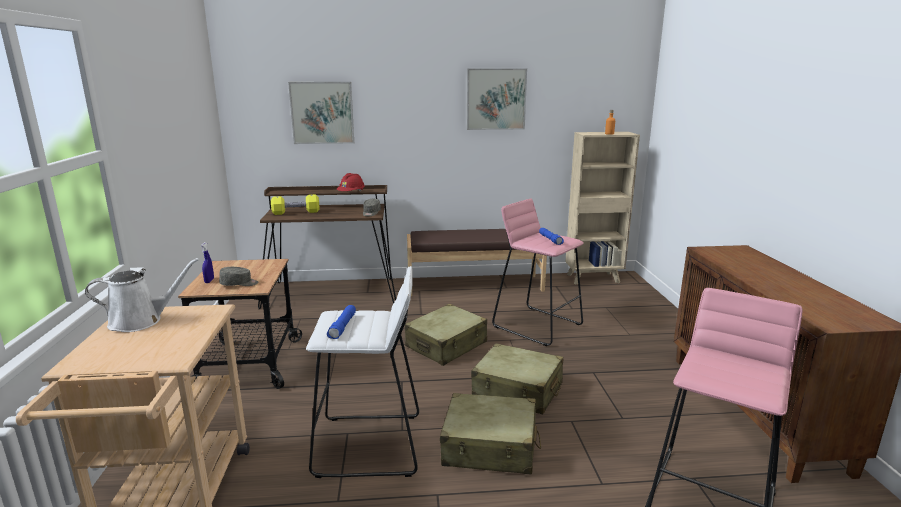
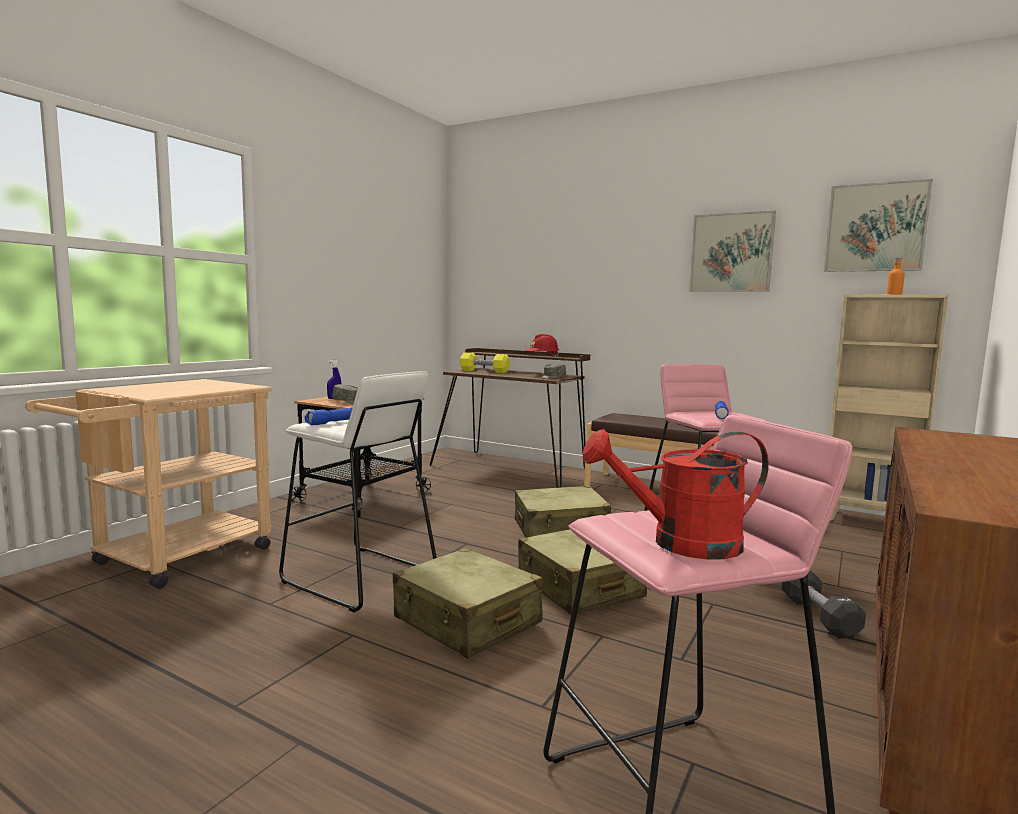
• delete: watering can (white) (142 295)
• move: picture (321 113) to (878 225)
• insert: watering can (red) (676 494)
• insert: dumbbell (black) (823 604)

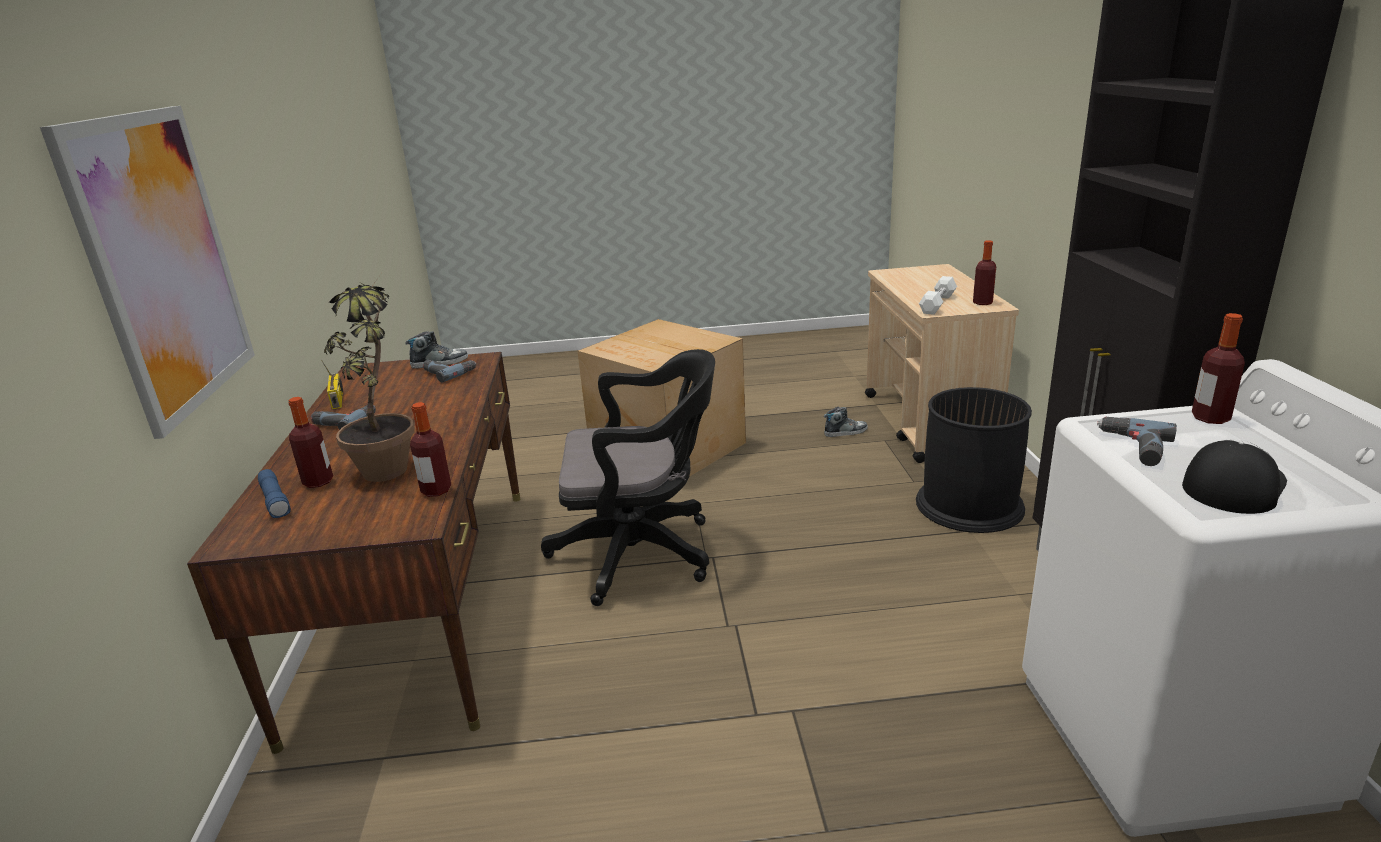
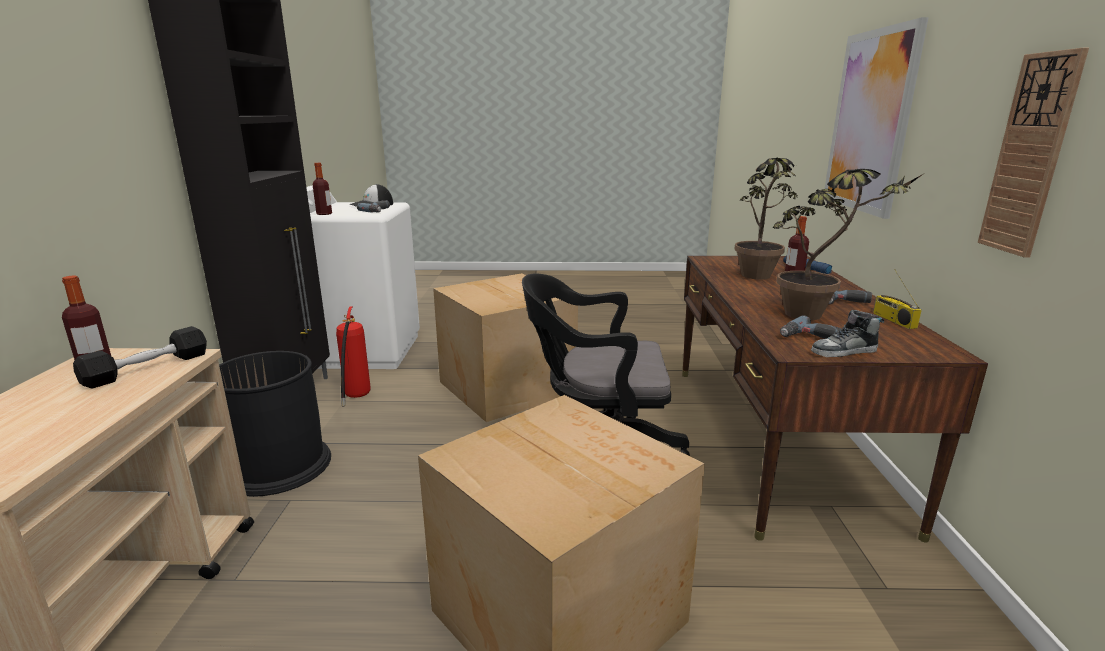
• delete: bottle (431 449)
• delete: shoe (846 422)
• recolor: dumbbell (white) (938 295) to dumbbell (black) (140 357)
• insert: fire extinguisher (353 356)
• insert: cardboard box (505 347)
• insert: potted plant (848 244)
• insert: wall clock (1033 153)

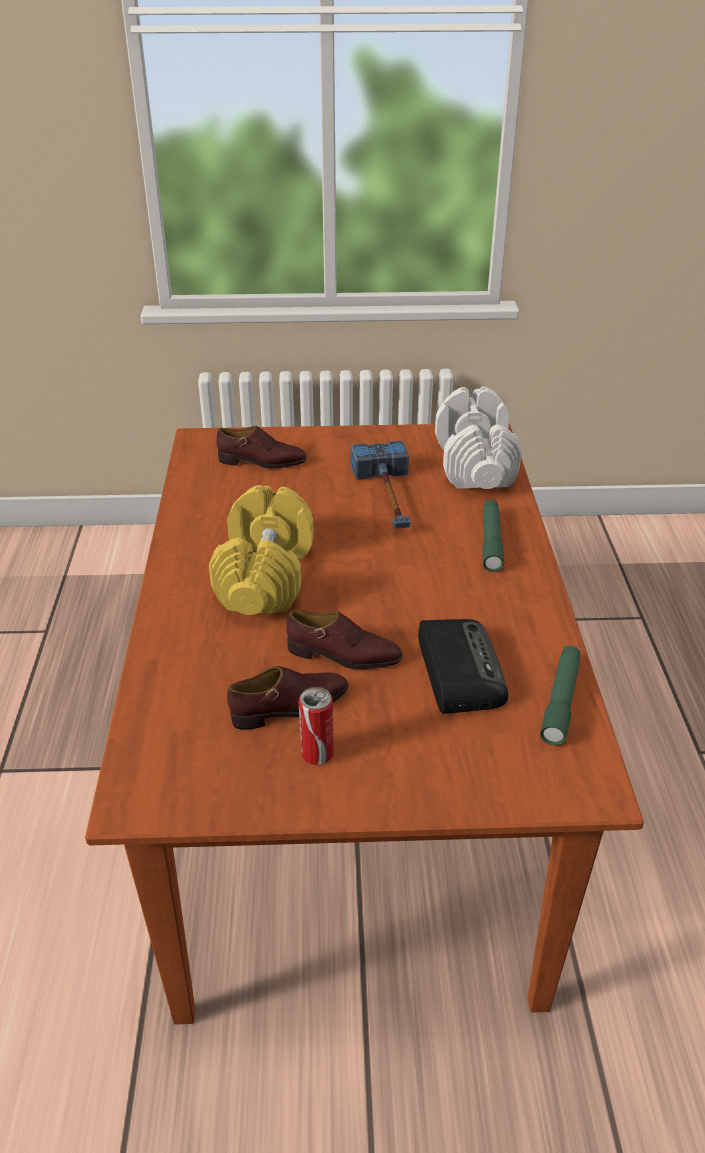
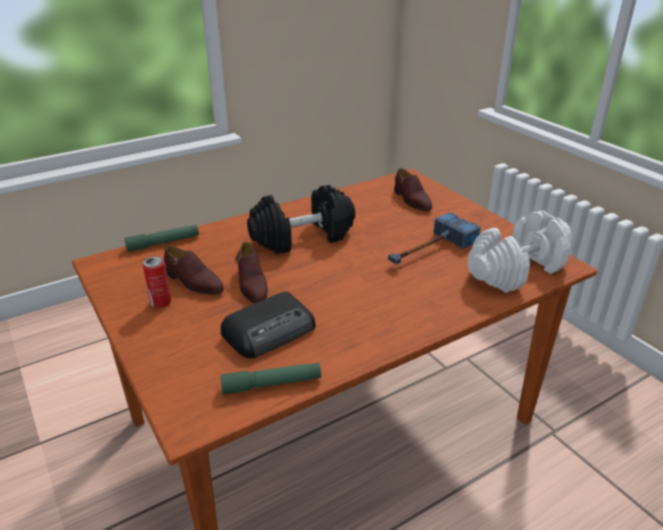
• recolor: dumbbell (yellow) (261 550) to dumbbell (black) (301 219)
• move: flashlight (green) (493 535) to (161 238)

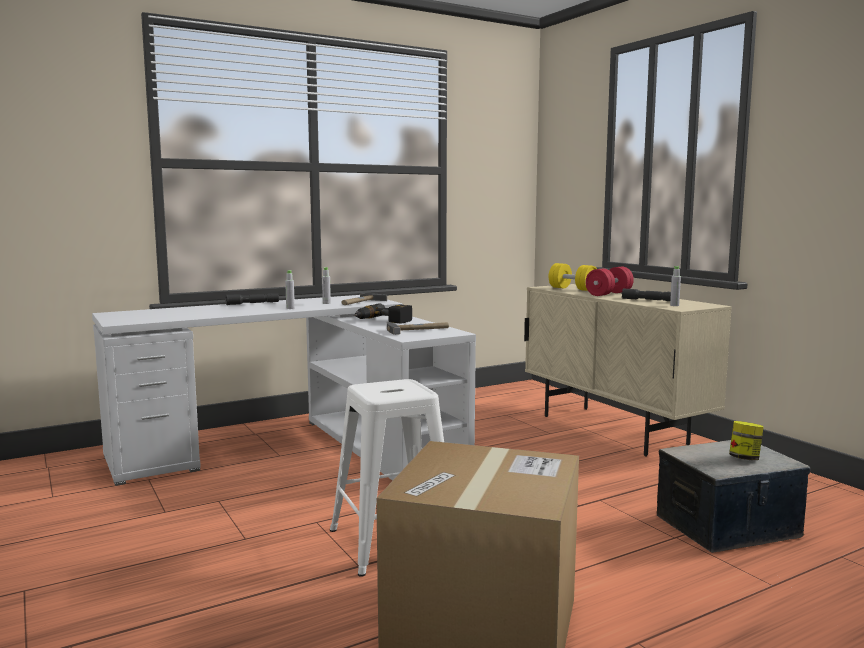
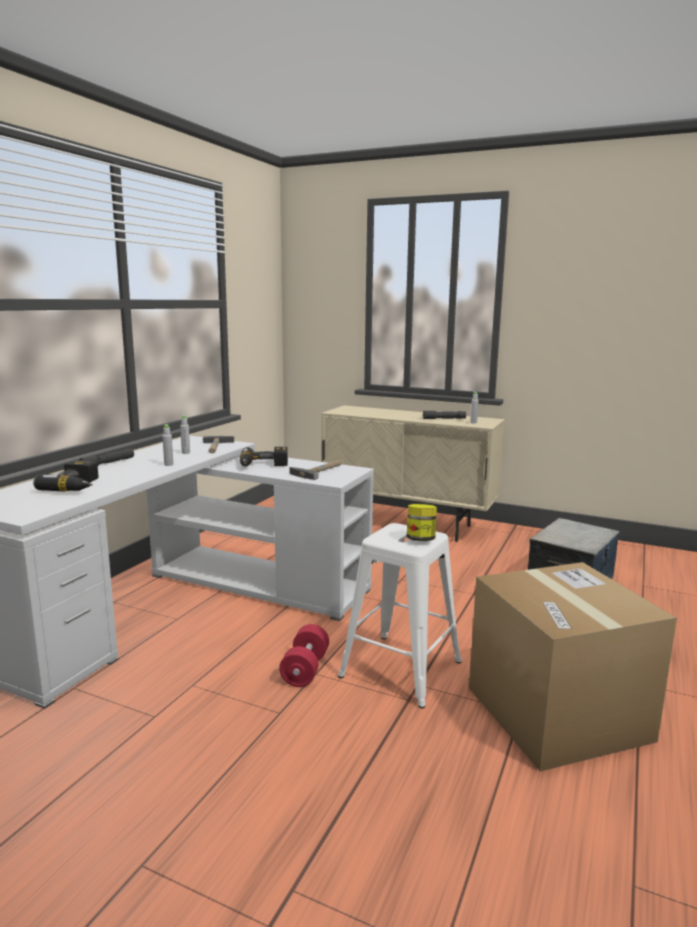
• delete: dumbbell (yellow) (573 277)
• move: dumbbell (red) (610 281) to (304 655)
• move: jar (746 440) to (422 522)
• insert: power drill (65 476)

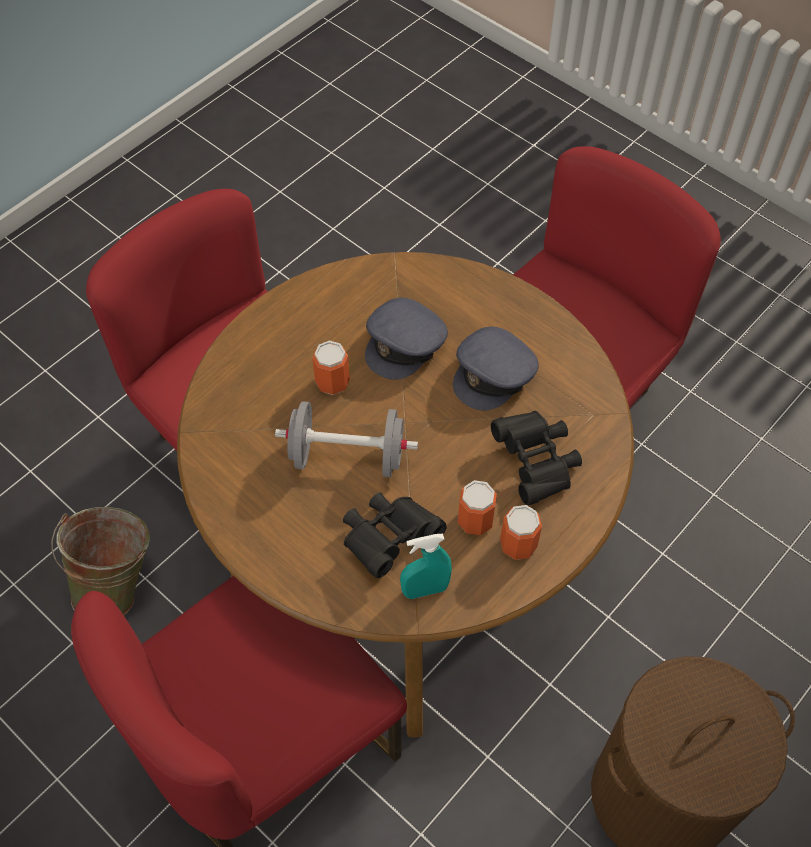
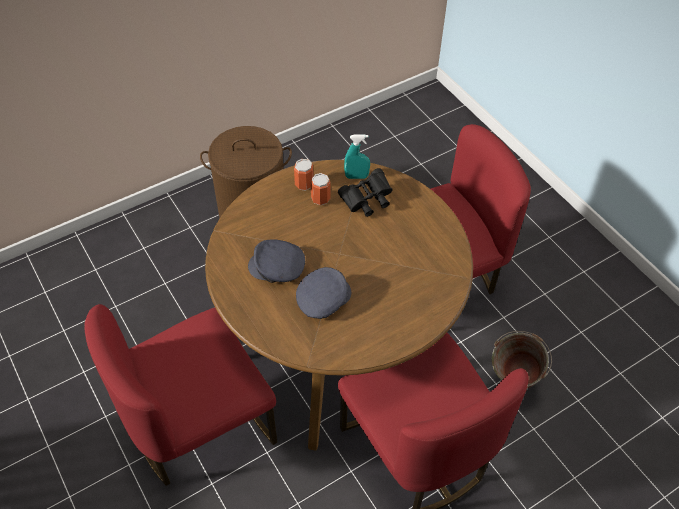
• delete: dumbbell (grey) (346 439)
• delete: can (331 367)
• rotate: cap (grey) (496 368) = (276 261) 135 degrees counterclockwise
• delete: binoculars (black) (536 458)

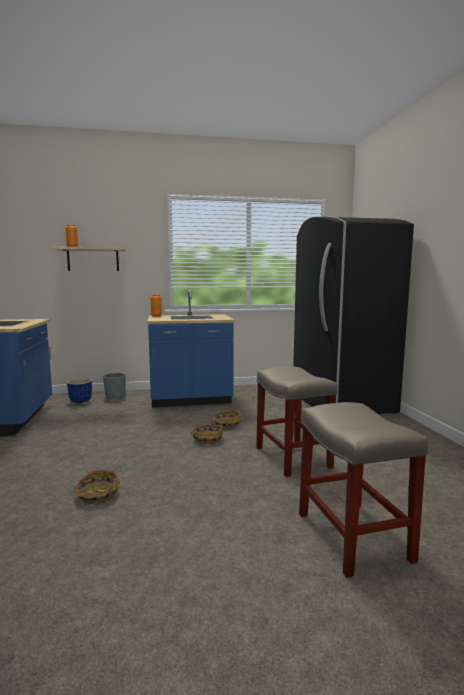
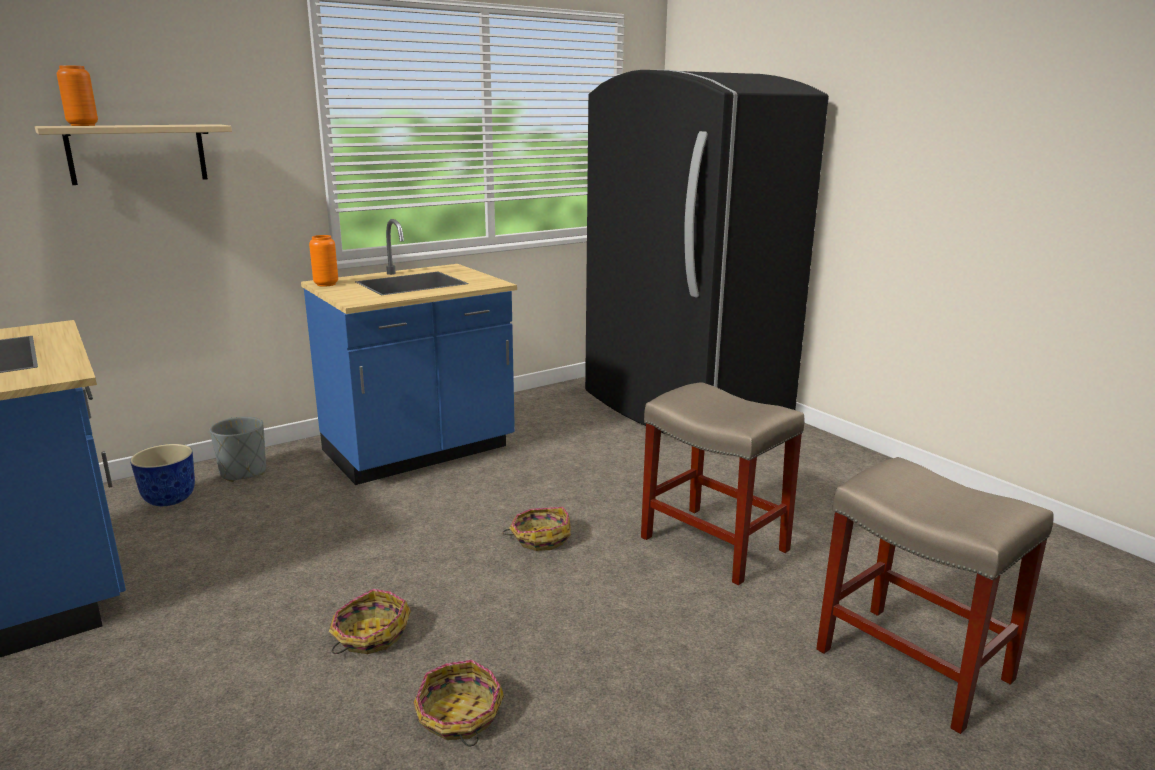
• move: basket (227 419) to (370 621)

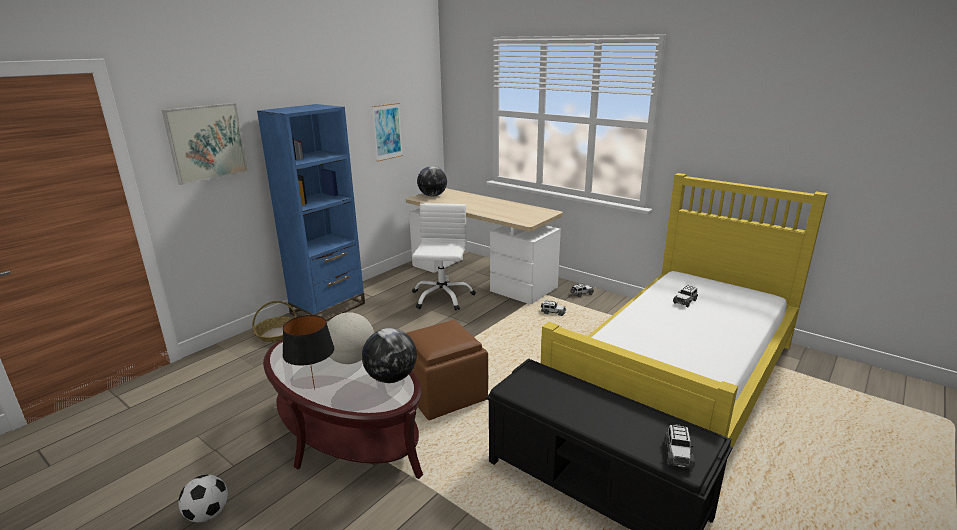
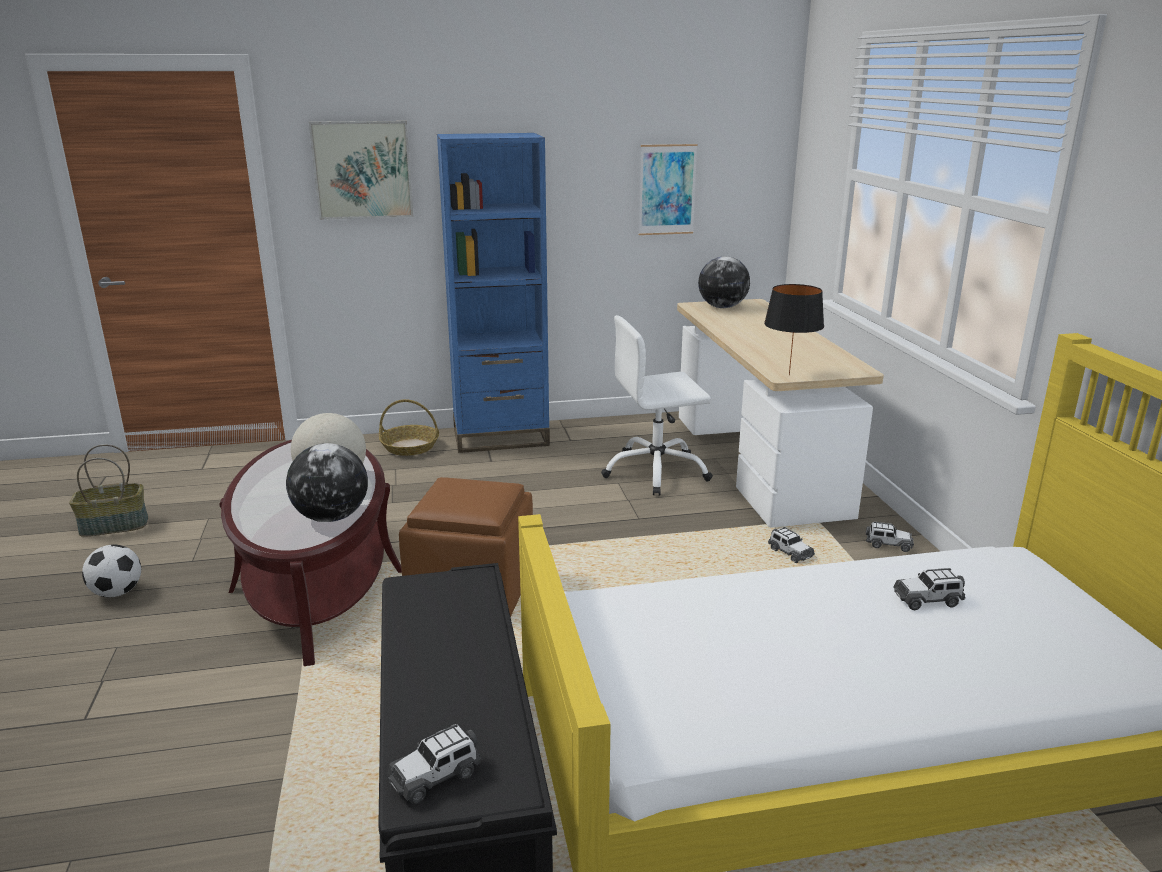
• move: table lamp (black) (308 352) to (794 329)
• rotate: office chair (white) (444 257) = (657 405) 150 degrees counterclockwise
• insert: basket (108 490)

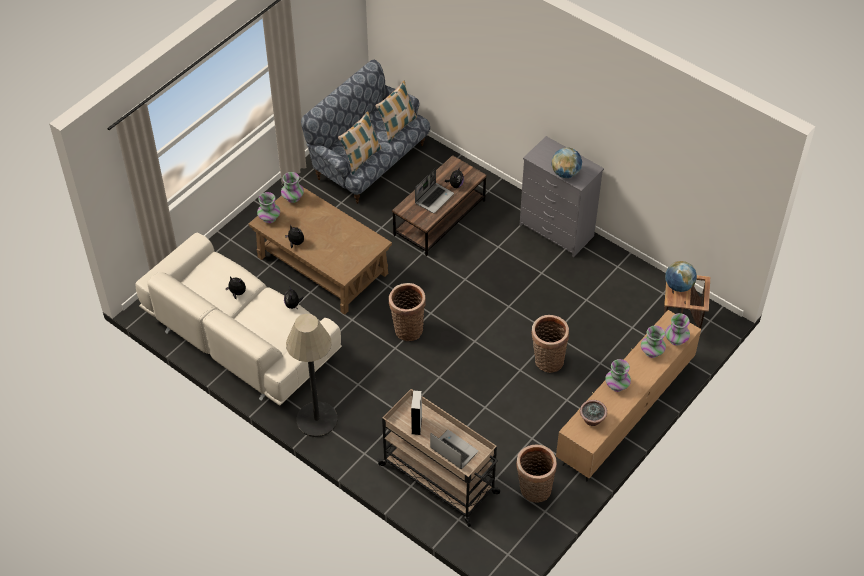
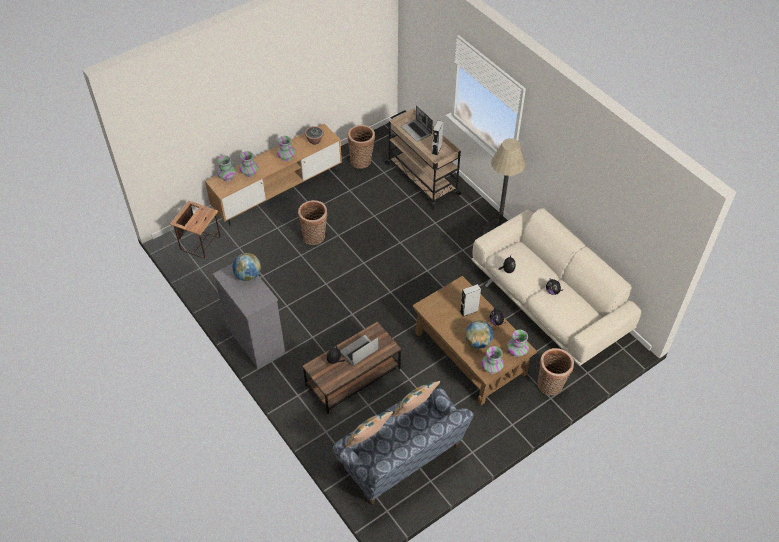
• move: basket (407 312) to (556 371)
• move: globe (681 276) to (479 334)
• insert: speaker (grey) (470 300)

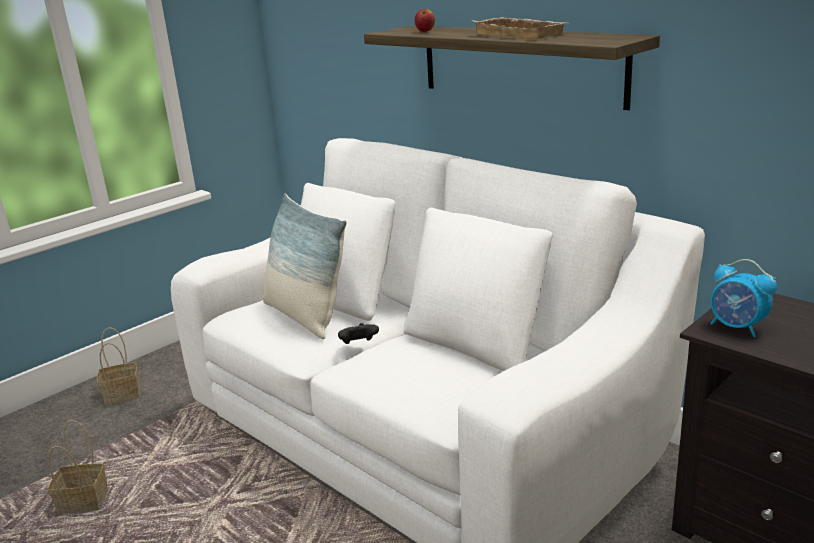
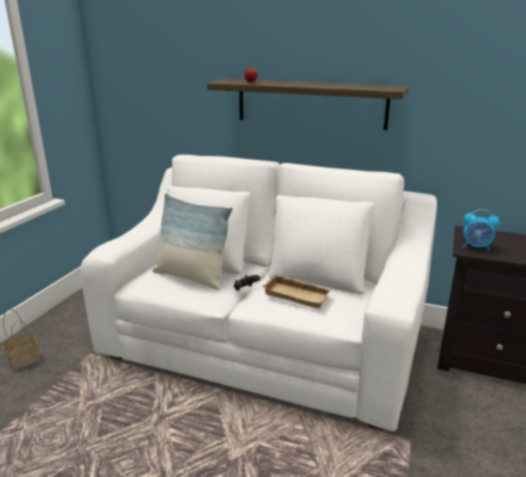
• delete: basket (78 467)
• move: tray (beige) (519 28) to (297 291)

